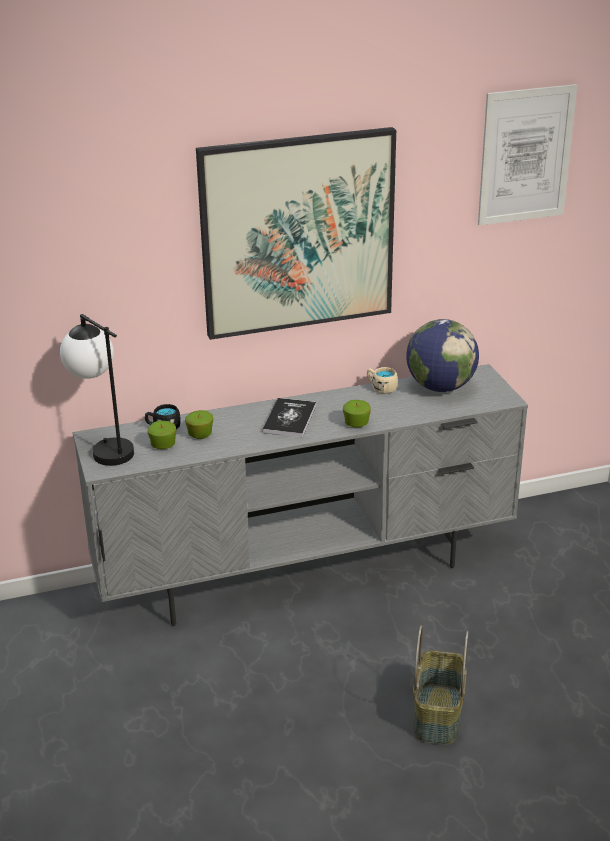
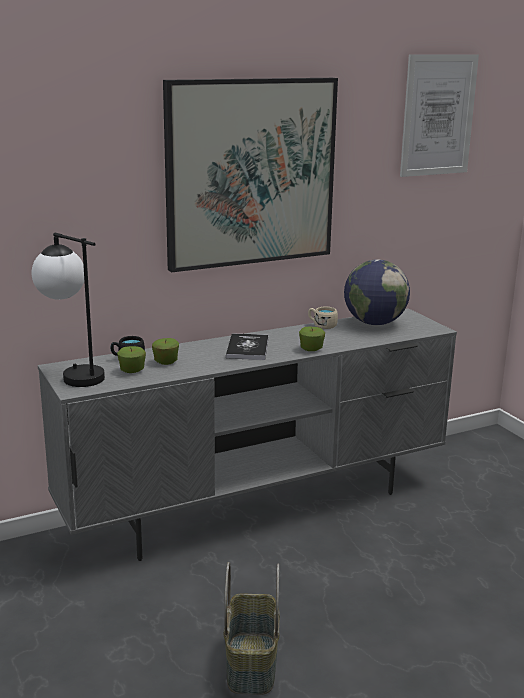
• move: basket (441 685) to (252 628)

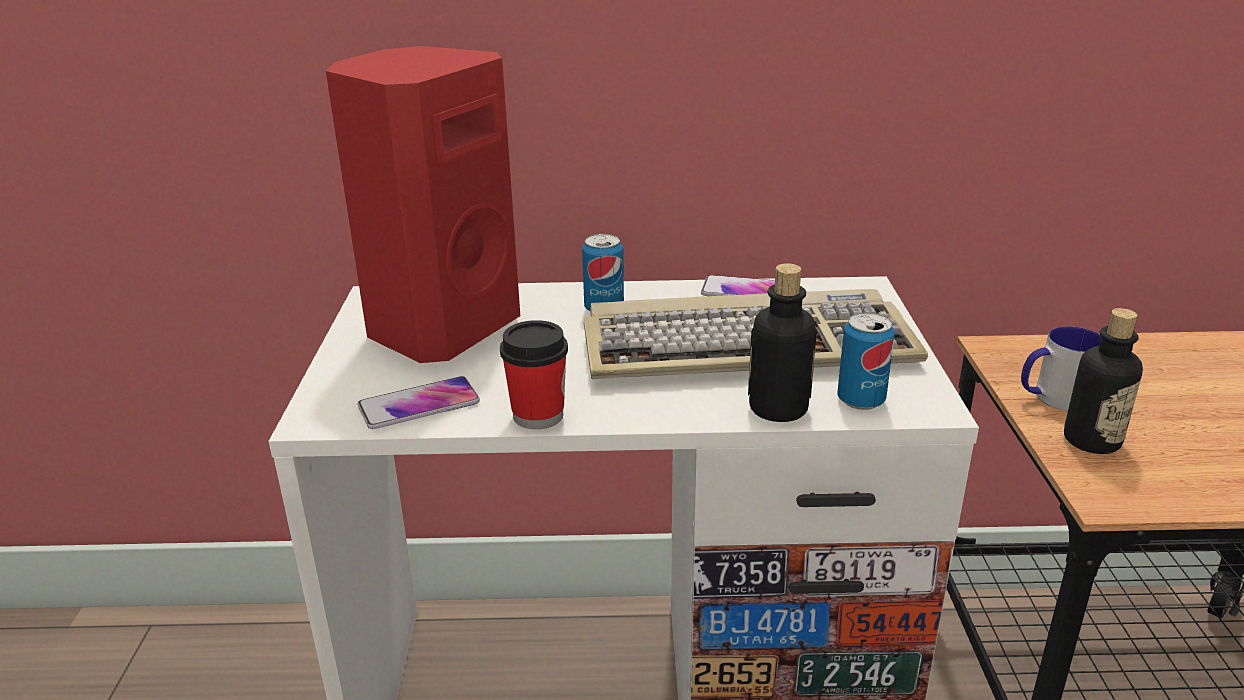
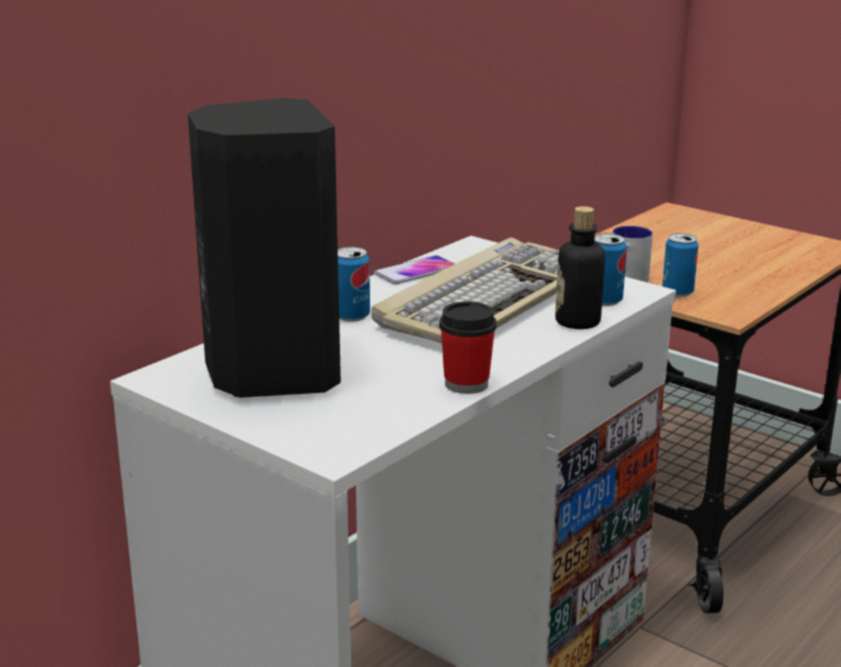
• recolor: speaker (red) (423 204) to speaker (black) (264 248)
• delete: phone (419 402)
• replace: bottle (1103 381) to can (680 265)

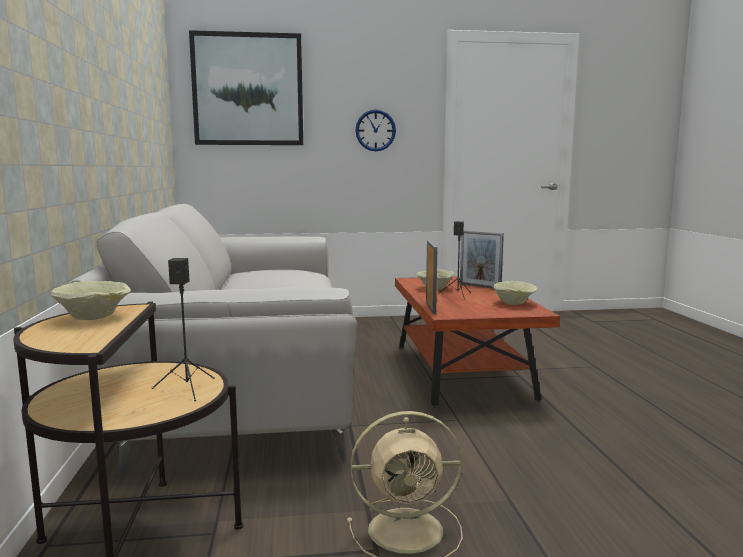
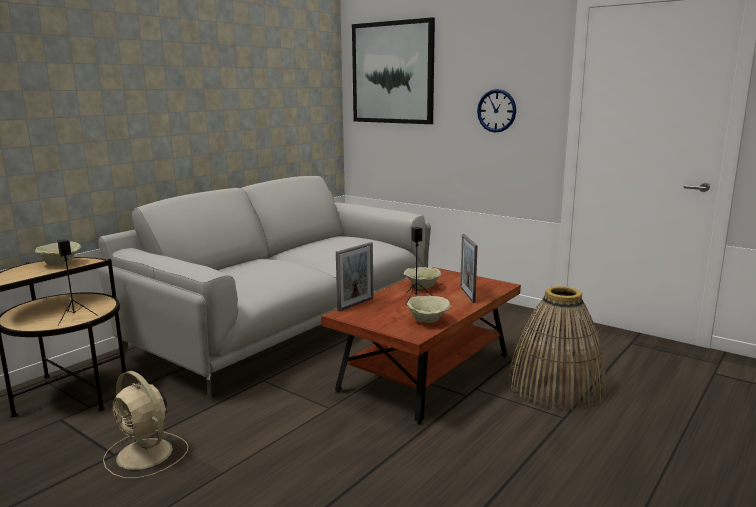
• insert: basket (557 348)

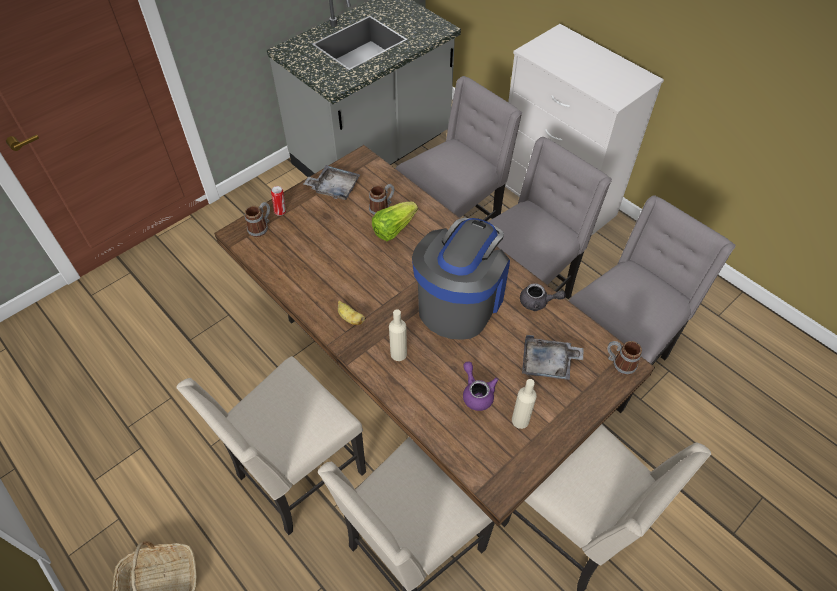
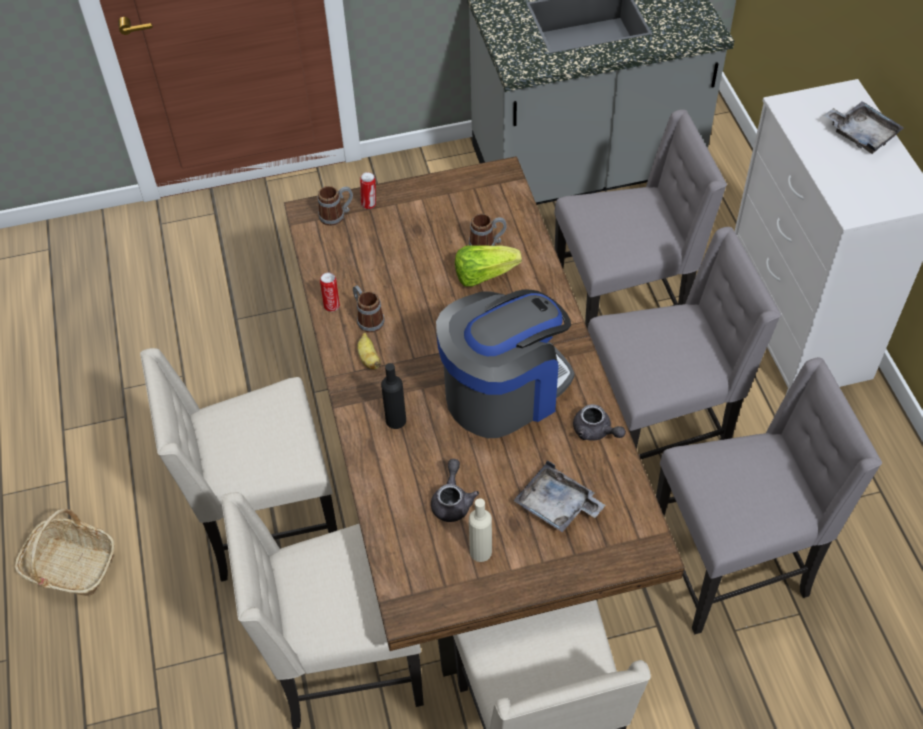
• move: tray (grey) (332 182) to (864 127)
• recolor: bottle (beige) (398 335) to bottle (black) (393 396)
• recolor: teapot (purple) (480 386) to teapot (grey) (455 490)
• move: mug (624 358) to (368 309)
• insert: can (330 292)

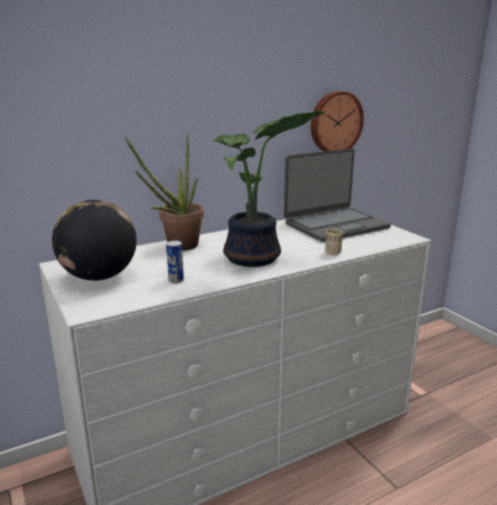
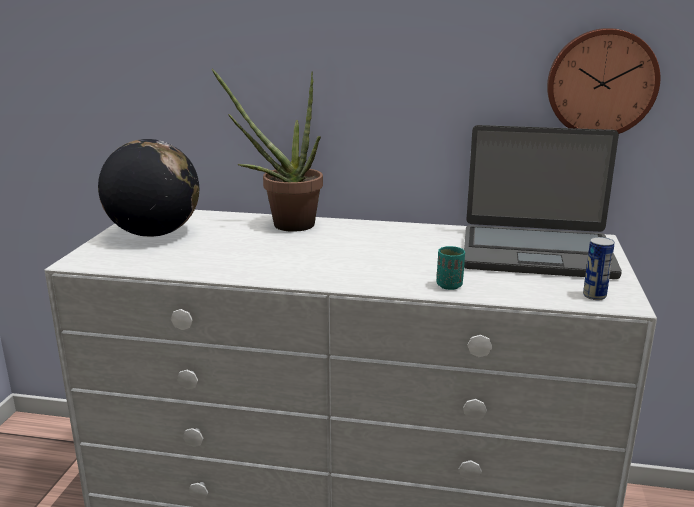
• move: can (175 261) to (599 268)
• delete: potted plant (269 189)
• recolor: cup (beige) (334 241) to cup (turquoise) (450 268)

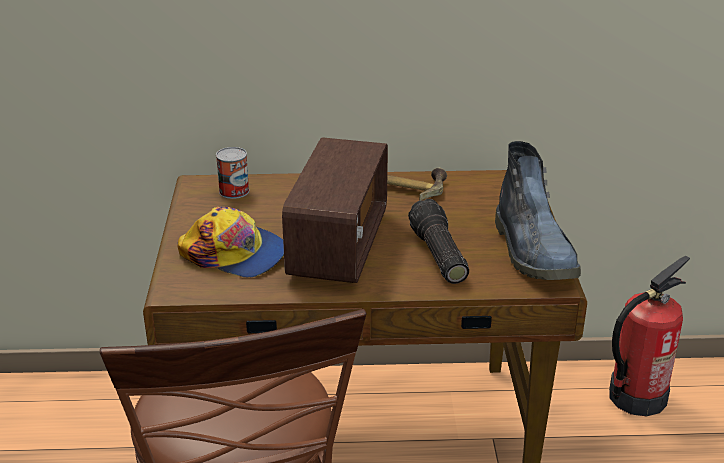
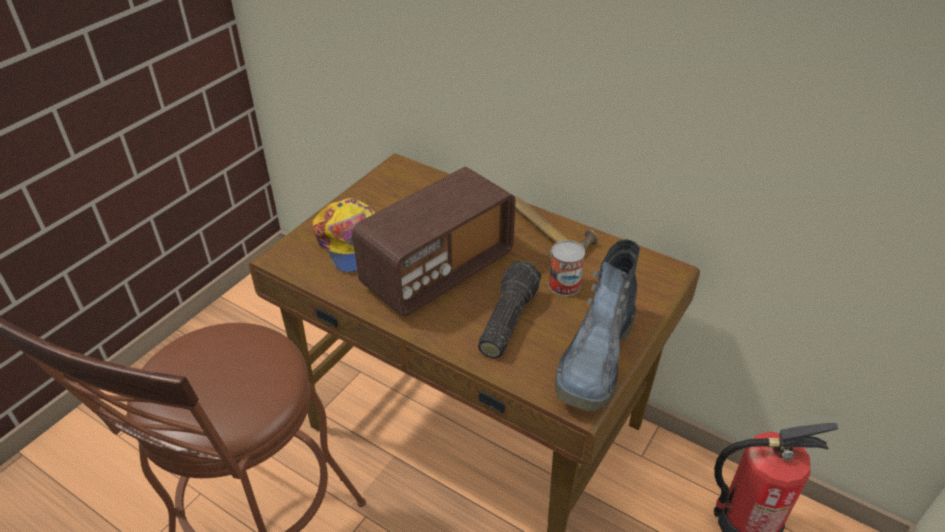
• move: can (232 173) to (566 268)

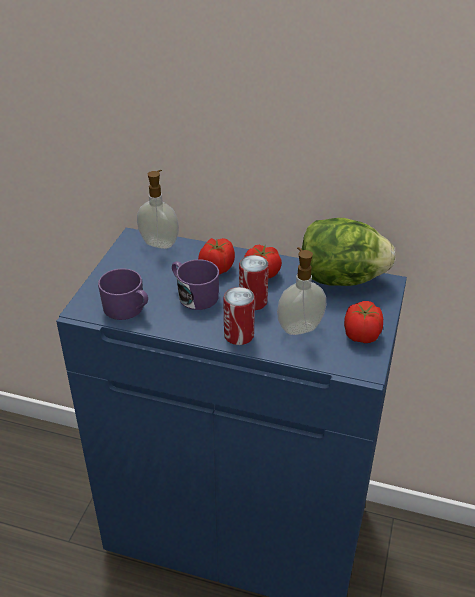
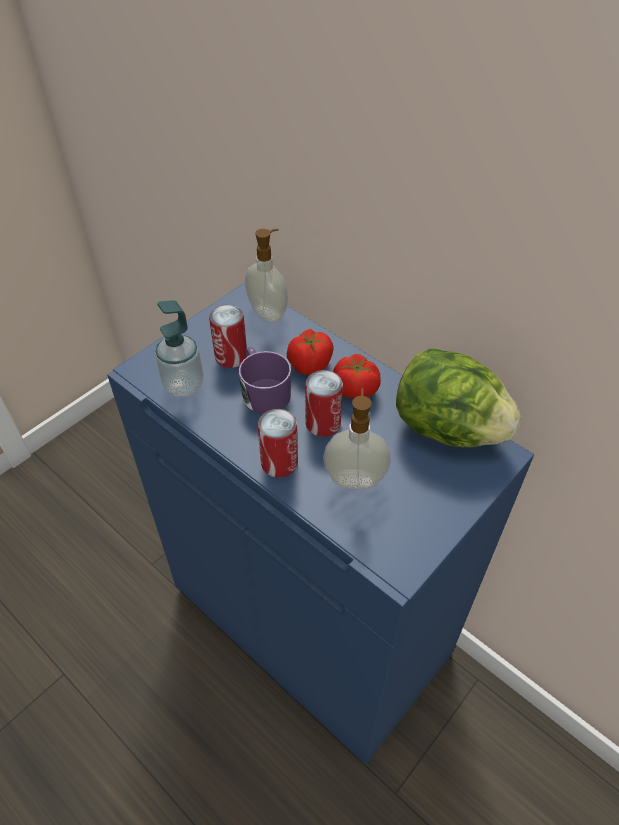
• replace: mug (purple) (123 294) to soap dispenser (179 348)
• delete: tomato (363 322)
• insert: can (228 336)

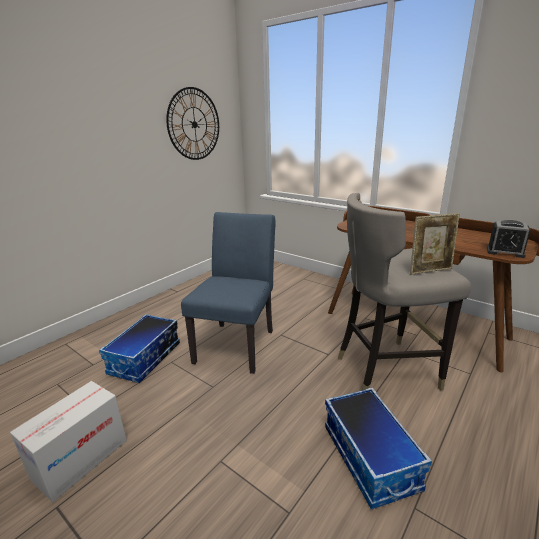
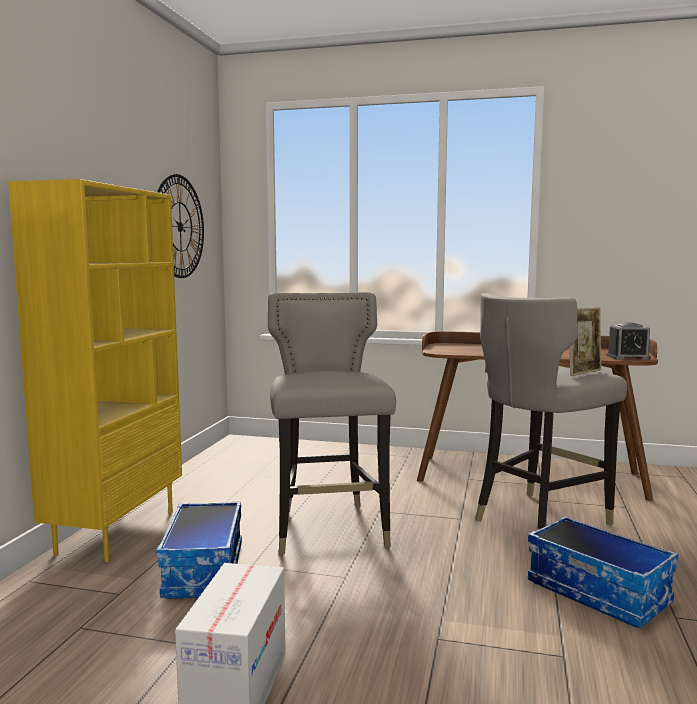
• replace: chair (blue) (228 293) to stool (grey) (332 423)
• insert: bookcase (yellow) (95 370)

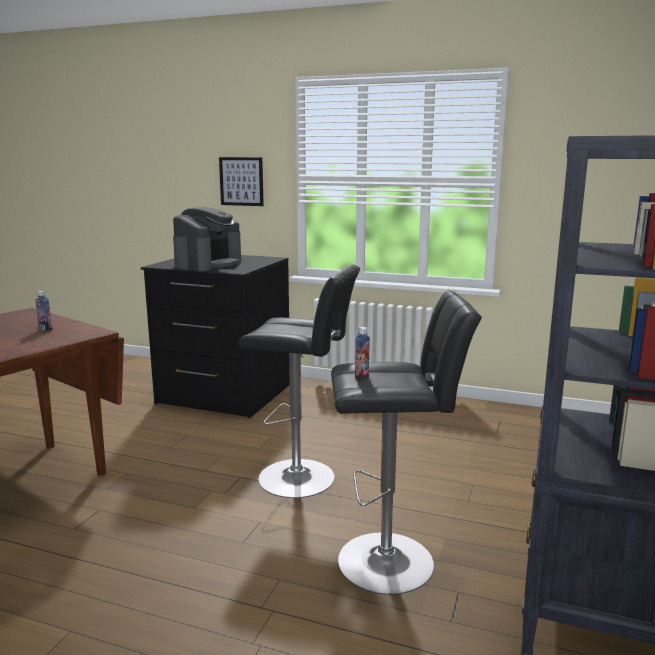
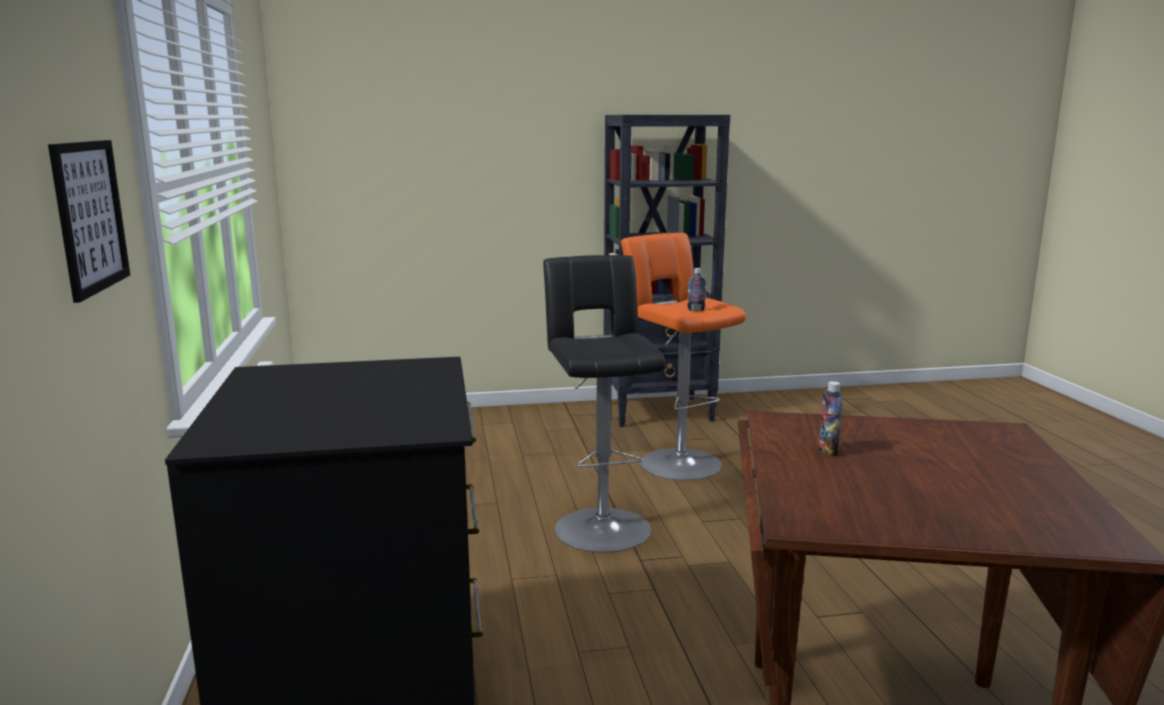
• delete: coffee machine (207 239)
• recolor: stool (black) (406 443) to stool (orange) (683 356)

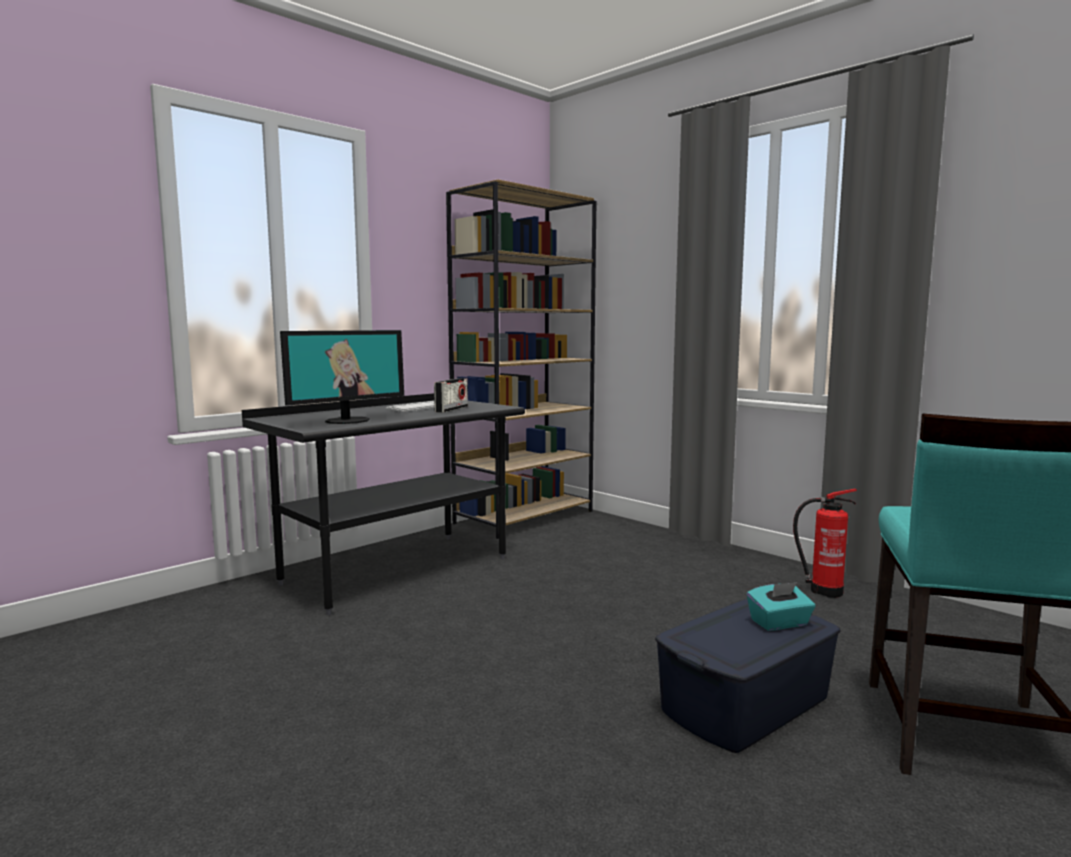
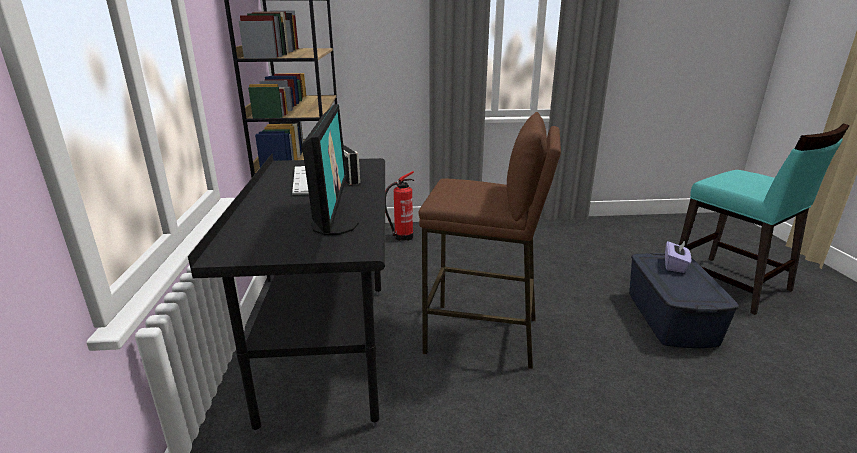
• recolor: tissue box (turquoise) (781 606) to tissue box (purple) (678 256)
• move: fire extinguisher (825 543) to (399 206)
• insert: stool (brown) (489 240)

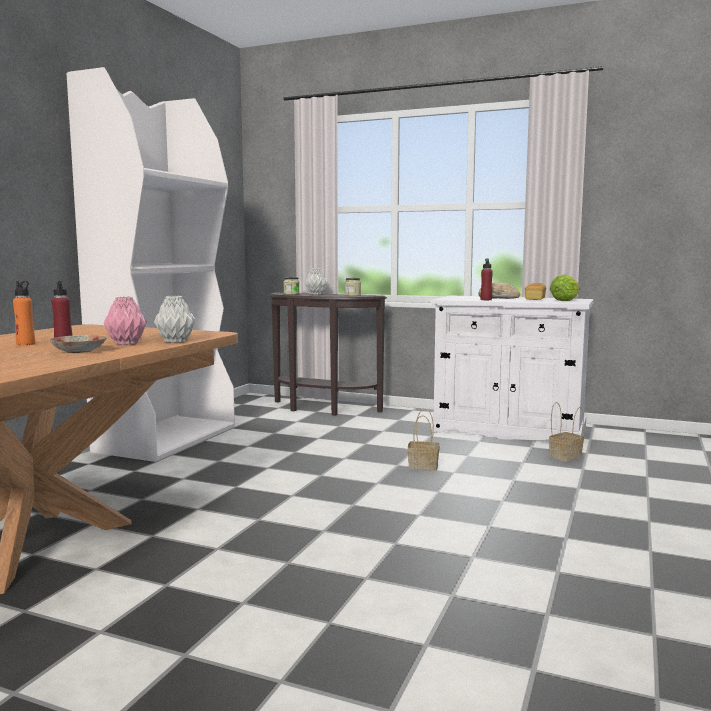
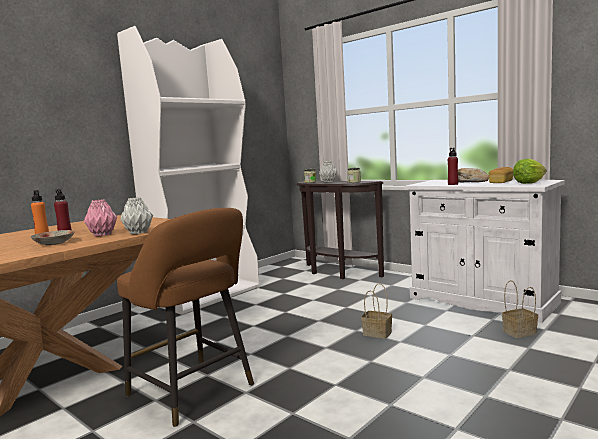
• insert: stool (brown) (185 317)

